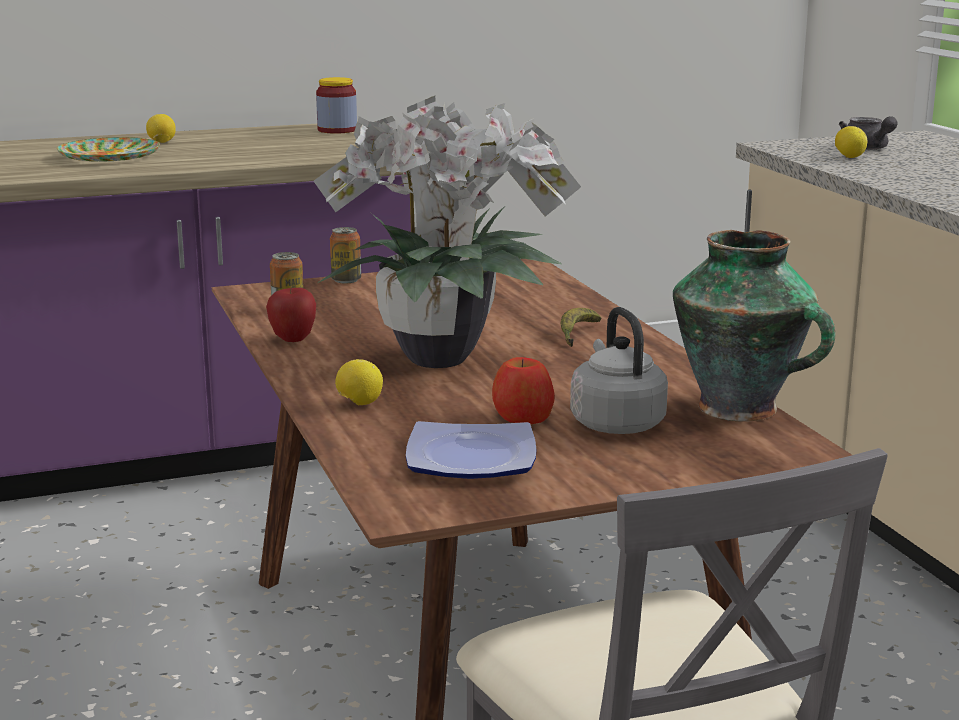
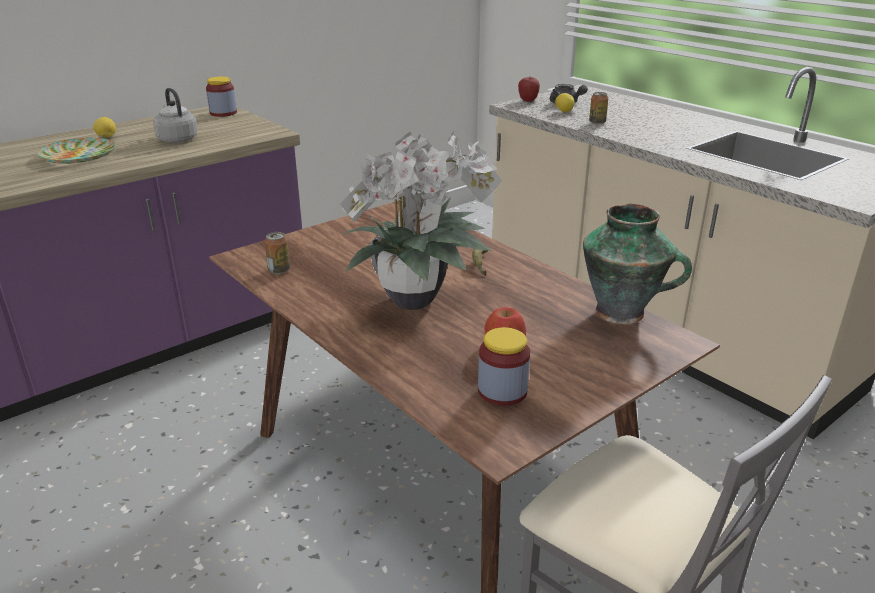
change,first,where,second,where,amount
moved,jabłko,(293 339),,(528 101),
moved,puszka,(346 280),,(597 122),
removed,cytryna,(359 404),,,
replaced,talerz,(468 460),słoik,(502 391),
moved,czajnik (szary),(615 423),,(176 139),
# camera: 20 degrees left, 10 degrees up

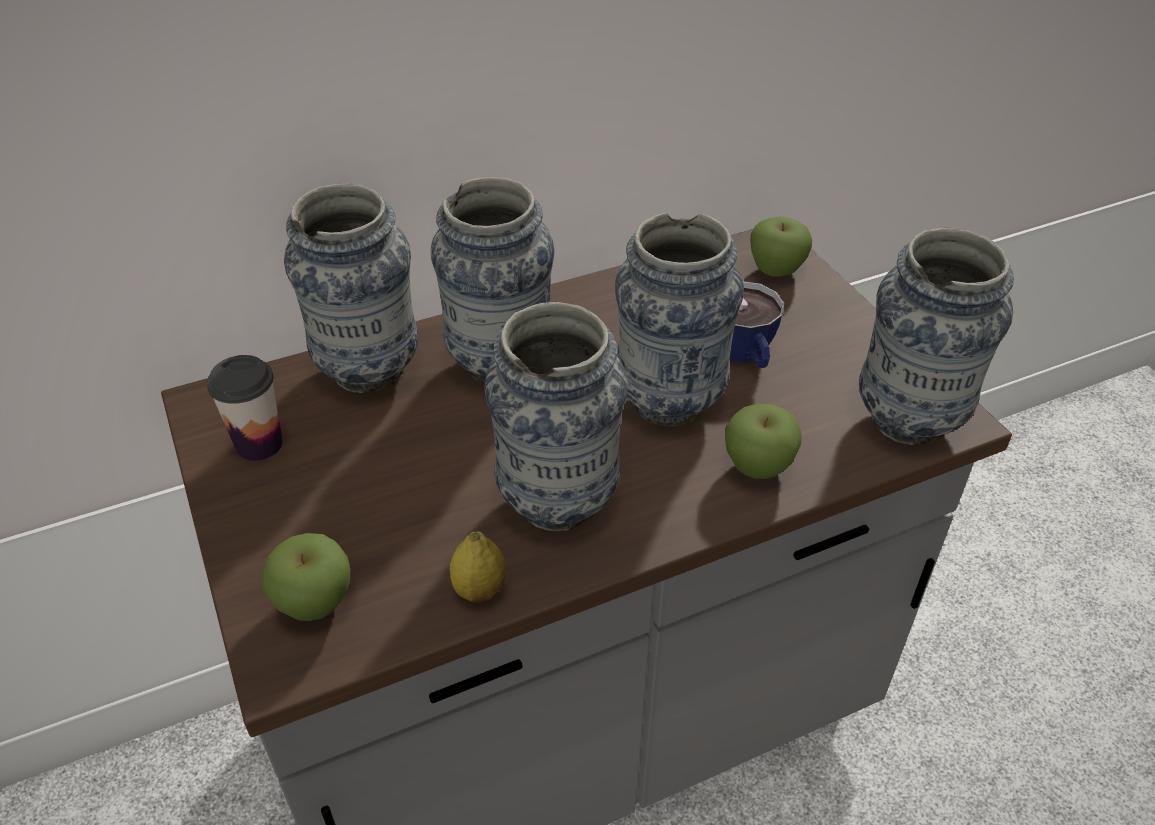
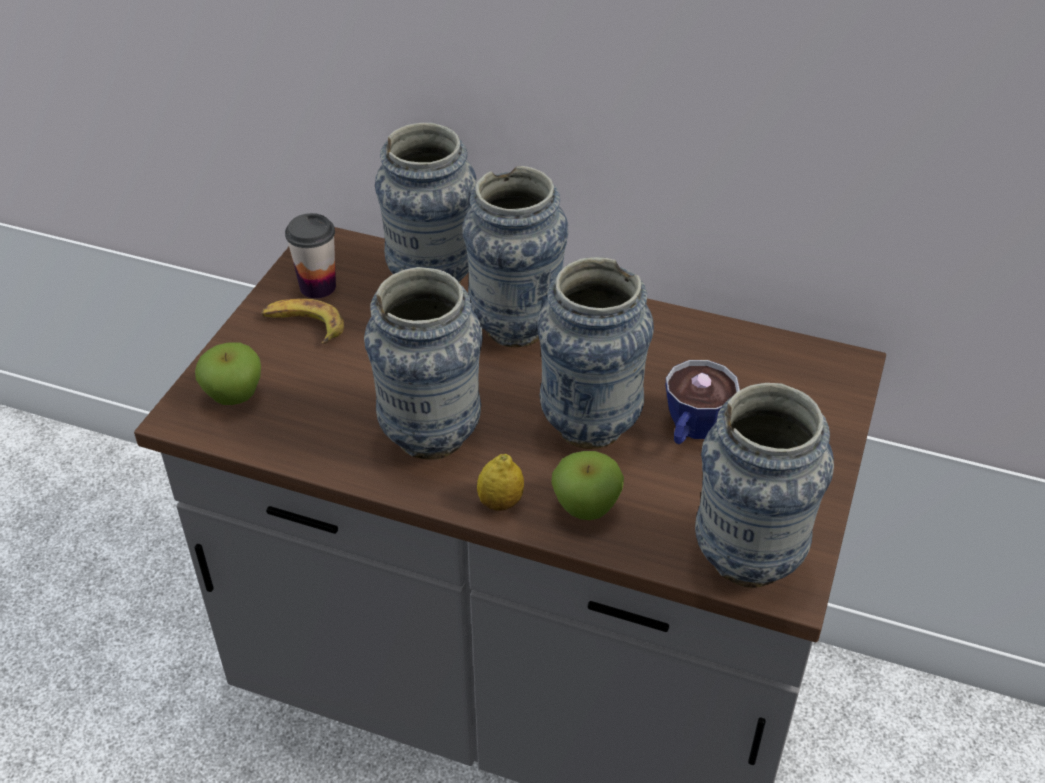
change,first,where,second,where,amount
moved,cytryna,(479 590),,(500 503),
removed,jabłko,(776 271),,,
added,,,banan,(303 326),
# camera: 45 degrees right, 0 degrees up

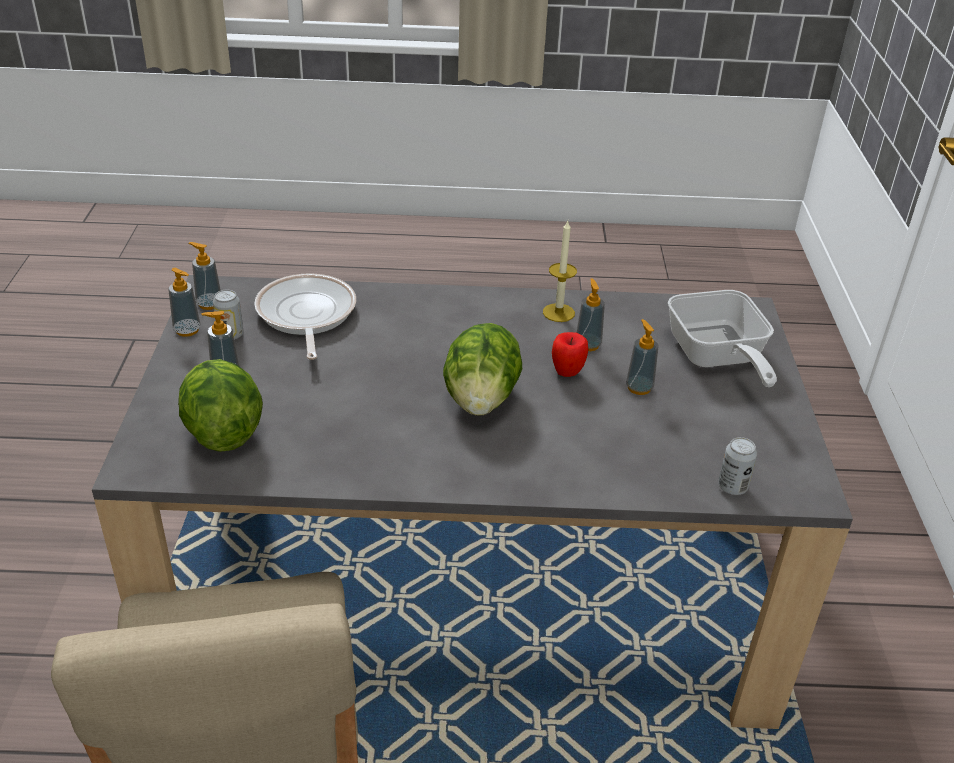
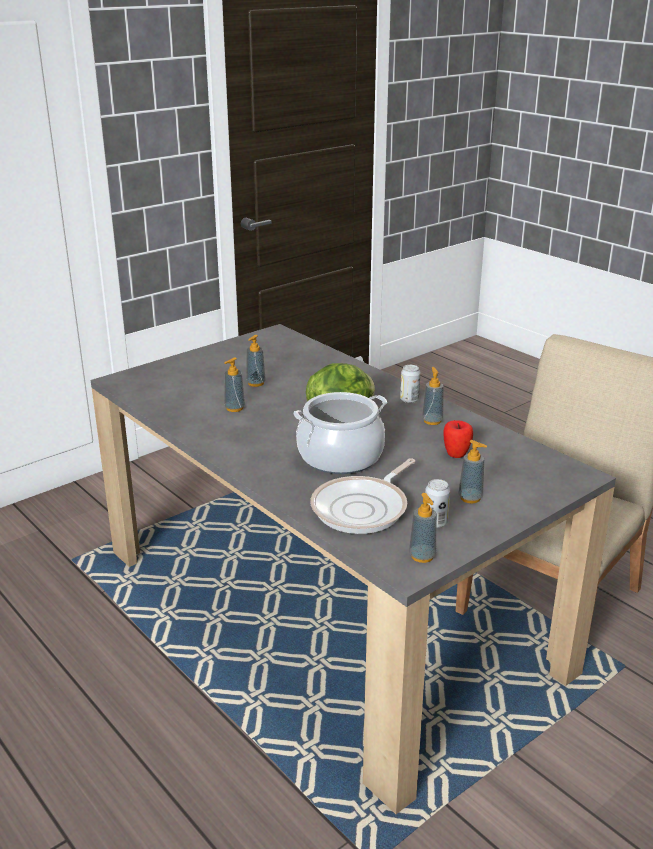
change,first,where,second,where,amount
moved,dozownik mydła,(187 330),,(432 421),
removed,sałata,(222 432),,,
removed,świeca,(558 312),,,
moved,jabłko,(567 373),,(456 454),
removed,patelnia,(717 358),,,
moved,puszka,(732 487),,(409 400),
added,,,garnek,(340 457),
# camera: 130 degrees left, 10 degrees down

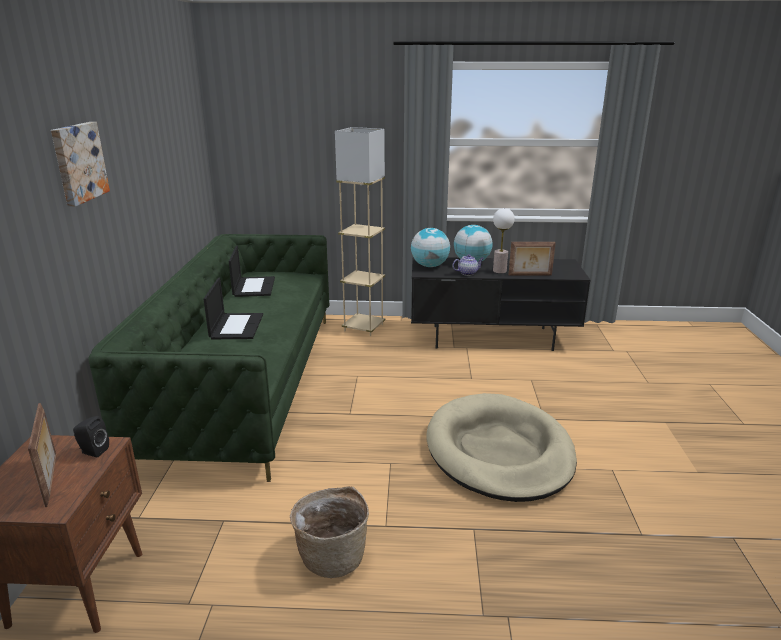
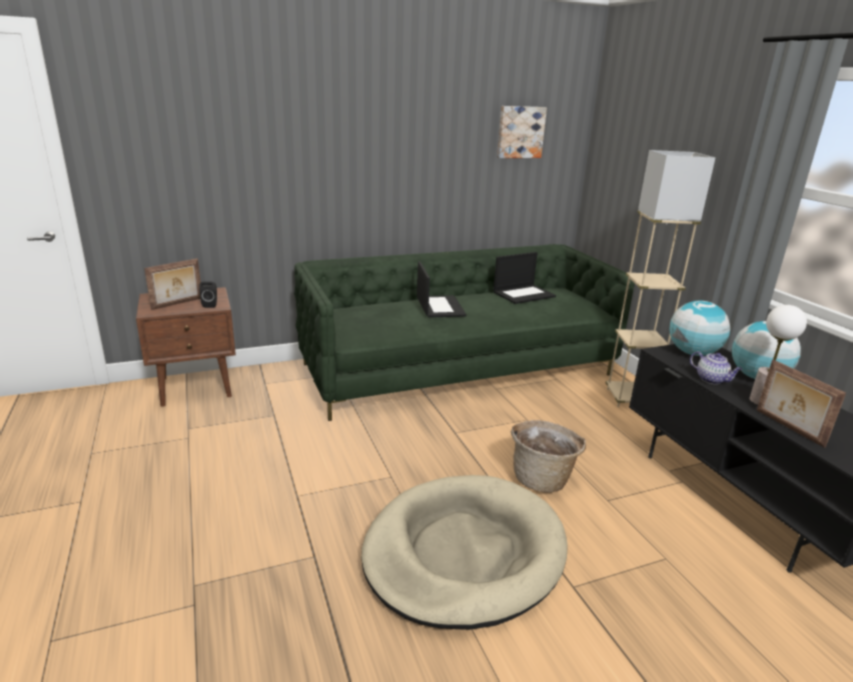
change,first,where,second,where,amount
moved,obraz,(78 162),,(520 132),
turned,laptop,(236 326),,(439 306),75 degrees counterclockwise
moved,koszyk,(332 555),,(542 478),
# camera: 65 degrees right, 0 degrees up

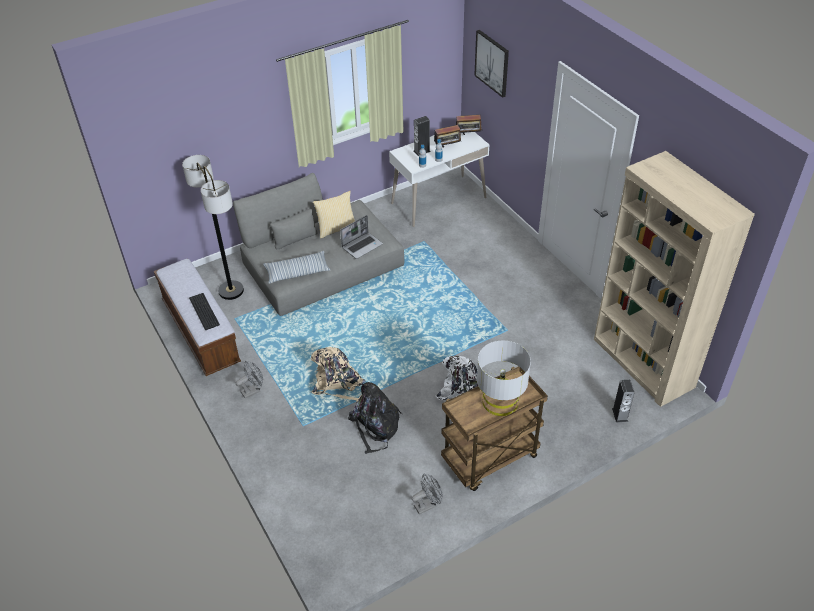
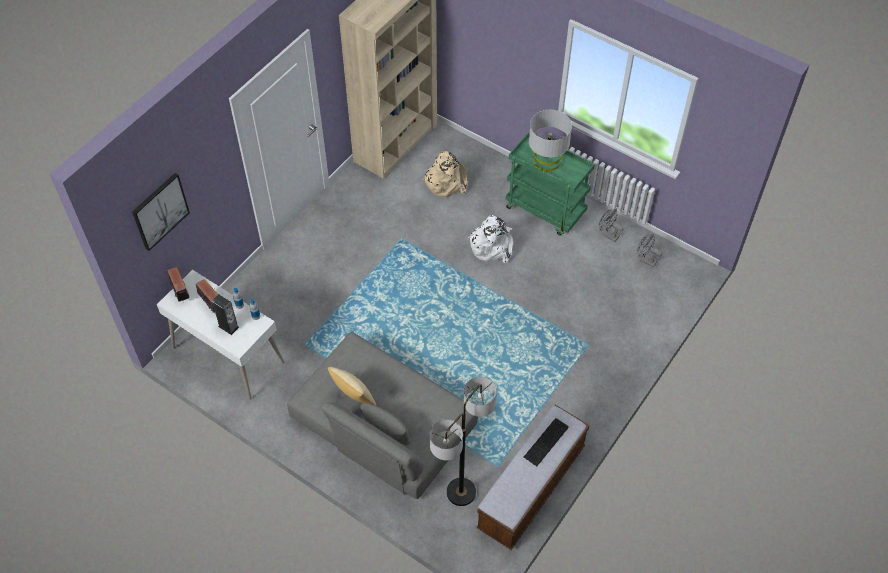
change,first,where,second,where,amount
moved,wentylator (szary),(253 390),,(645 260),
removed,poduszka,(297 272),,,
moved,plecak (beżowy),(338 384),,(445 181),
removed,laptop,(362 246),,,
removed,plecak (czarny),(375 427),,,
recoloured,wózek (brązowy),(490 459),wózek (zielony),(546 210),
removed,głośnik,(620 414),,,
# camera: 115 degrees left, 10 degrees up

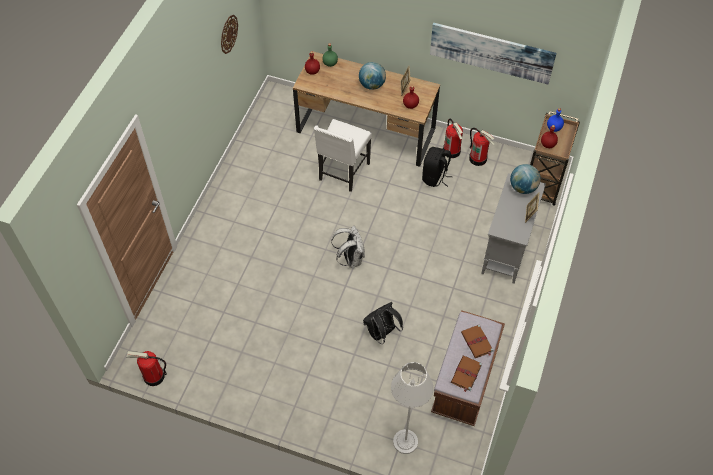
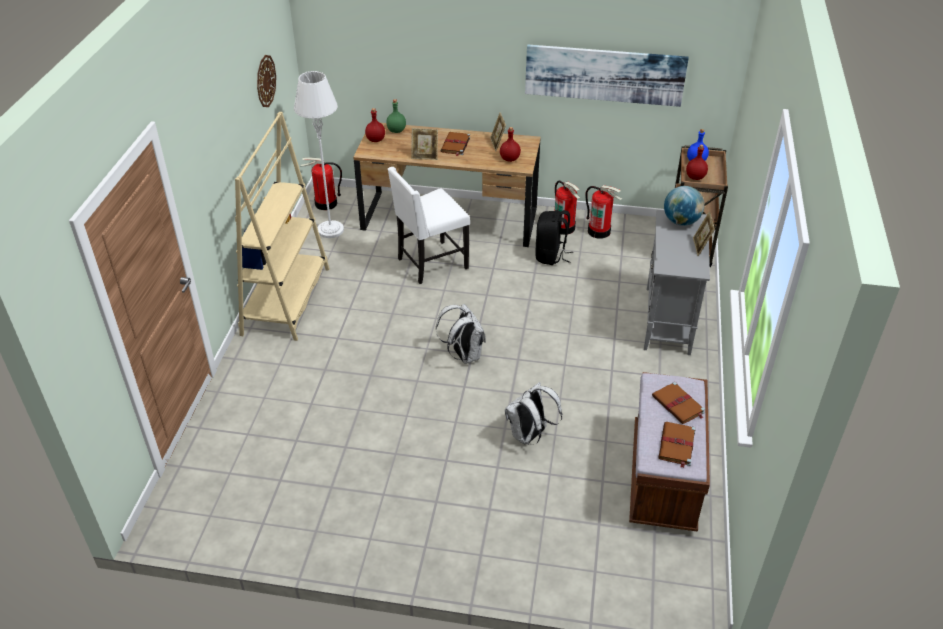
change,first,where,second,where,amount
moved,gaśnica,(153 377),,(325 204),
turned,krzesło (biały),(343 172),,(431 264),45 degrees clockwise
replaced,globus,(372 85),książka (brązowy),(455 145),
recoloured,plecak (czarny),(381 333),plecak (biały),(529 436),
moved,lampa stojąca (biały),(405 442),,(330 230),
added,,,regał (beżowy),(286 301),
added,,,ramka na zdjęcie,(425 156),
# camera: 10 degrees left, 15 degrees down

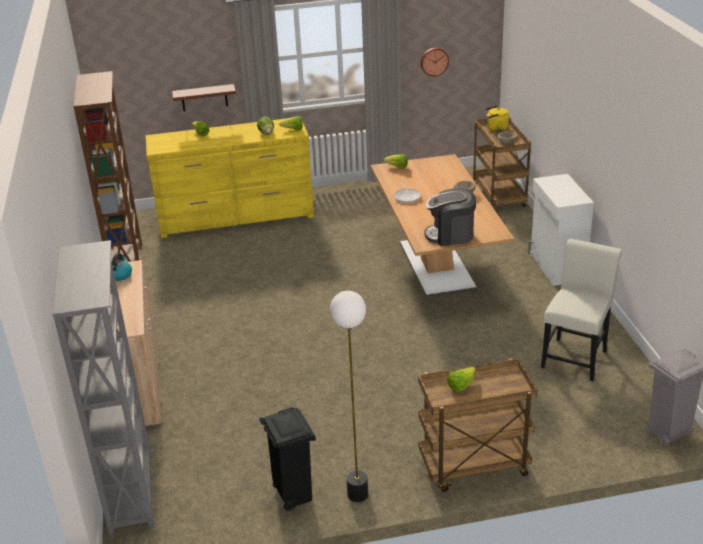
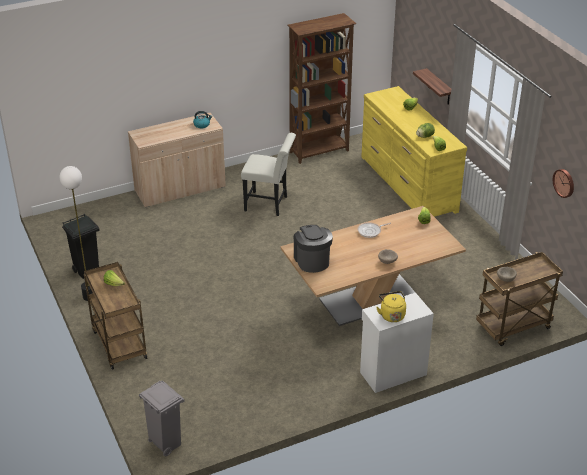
change,first,where,second,where,amount
removed,regał (szary),(132 493),,,
moved,czajnik (żółty),(495 129),,(391 315),
moved,krzesło (biały),(575 356),,(269 204),
# camera: 75 degrees right, 5 degrees up

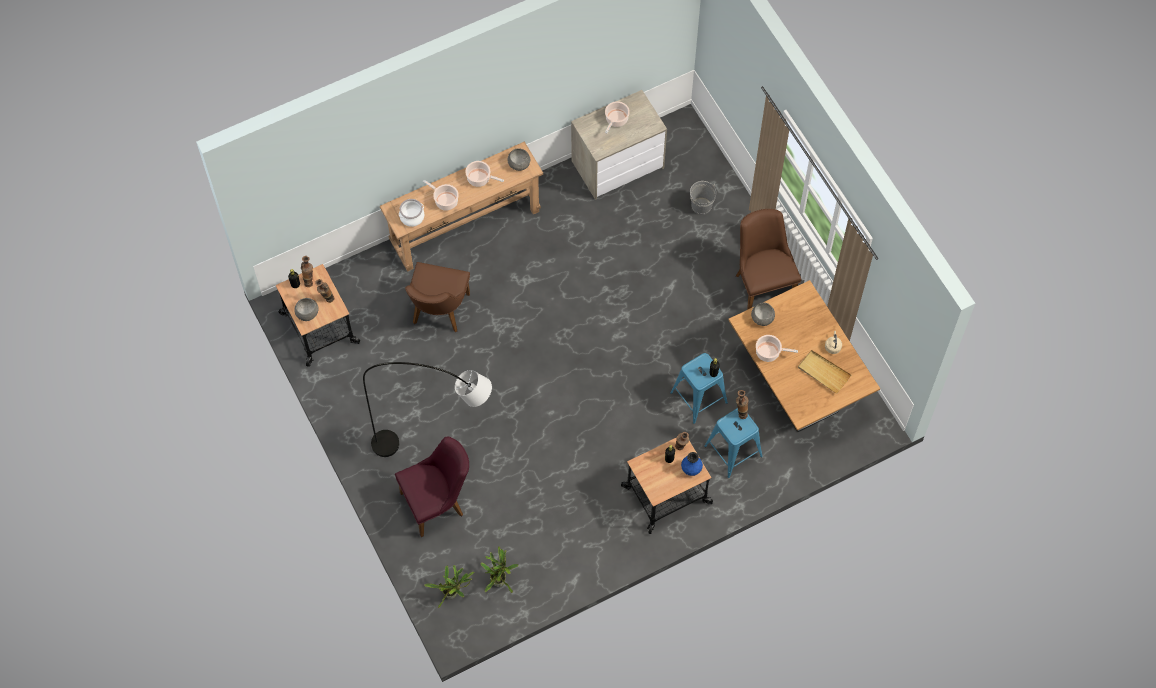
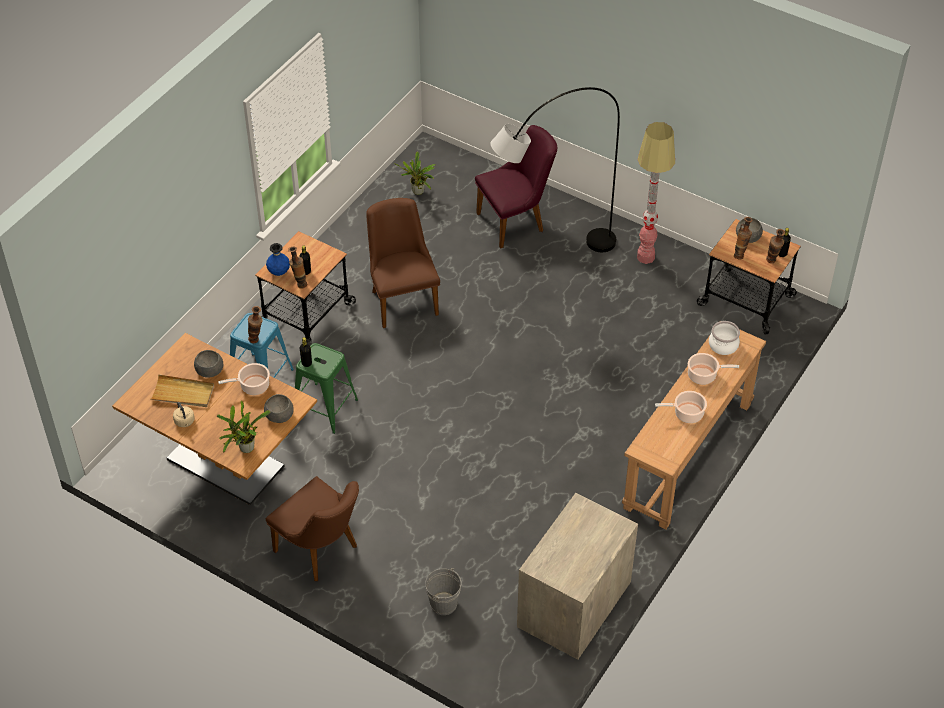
change,first,where,second,where,amount
turned,krzesło (fioletowy),(438 502),,(516 221),150 degrees counterclockwise
moved,krzesło (brązowy),(438 313),,(402 298),
moved,roślina doniczkowa,(452 594),,(245 449),
moved,miska (szary),(519 164),,(209 370),
removed,garnek,(616 120),,,
recoloured,stołek (niebieski),(699 397),stołek (zielony),(324 408),
added,,,lampa stojąca,(645 257),
# camera: 150 degrees right, 15 degrees down

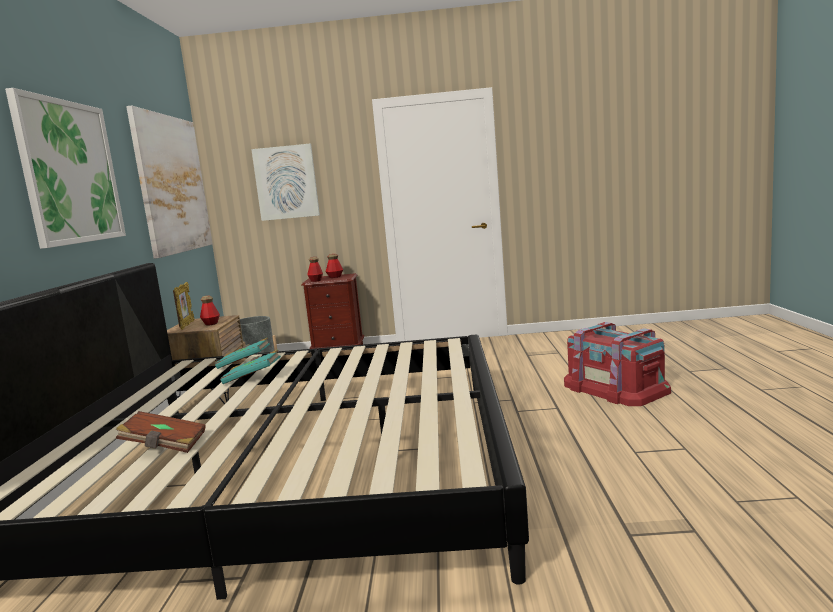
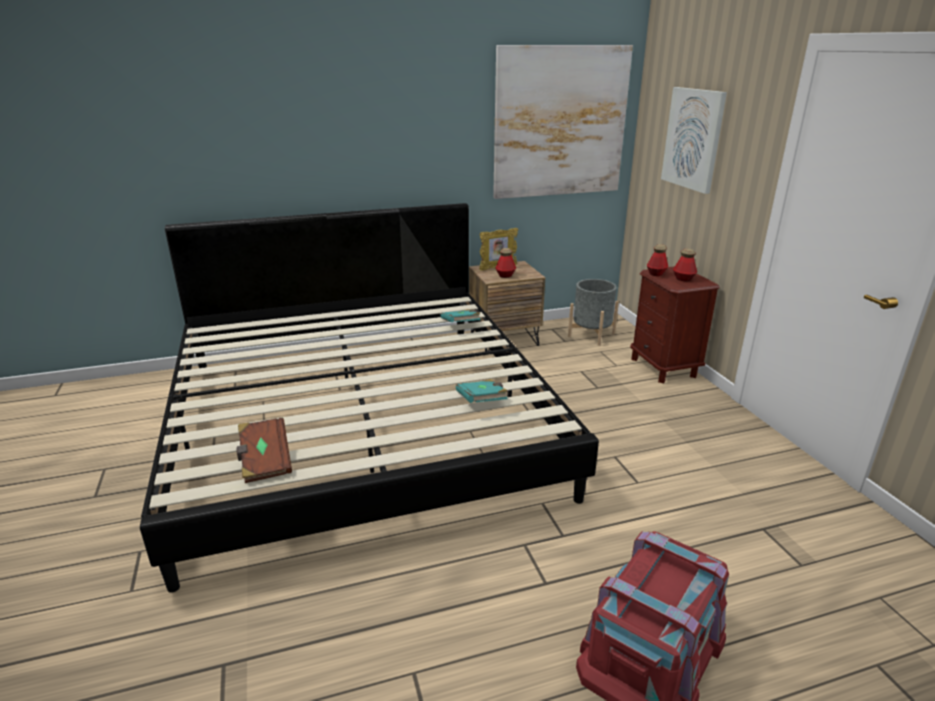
change,first,where,second,where,amount
removed,obraz,(70 172),,,
moved,książka (brązowy),(164 446),,(264 461),
moved,książka (turkusowy),(253 378),,(482 402),
# camera: 70 degrees right, 15 degrees up

